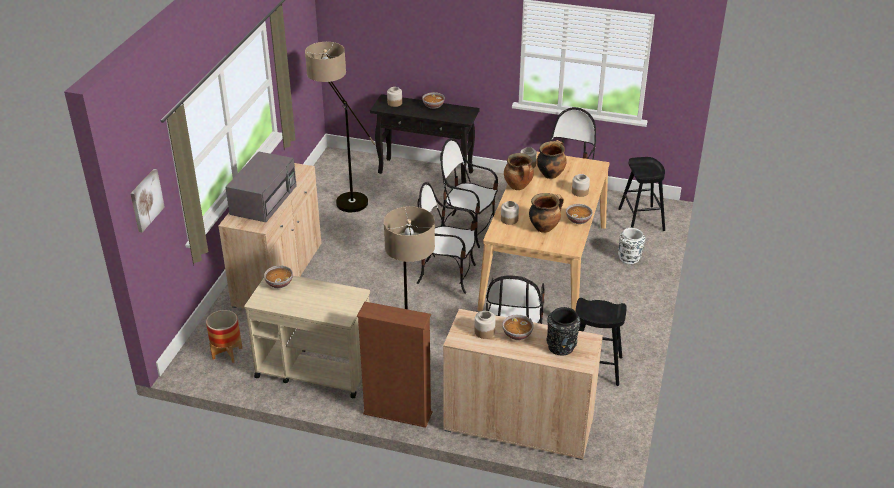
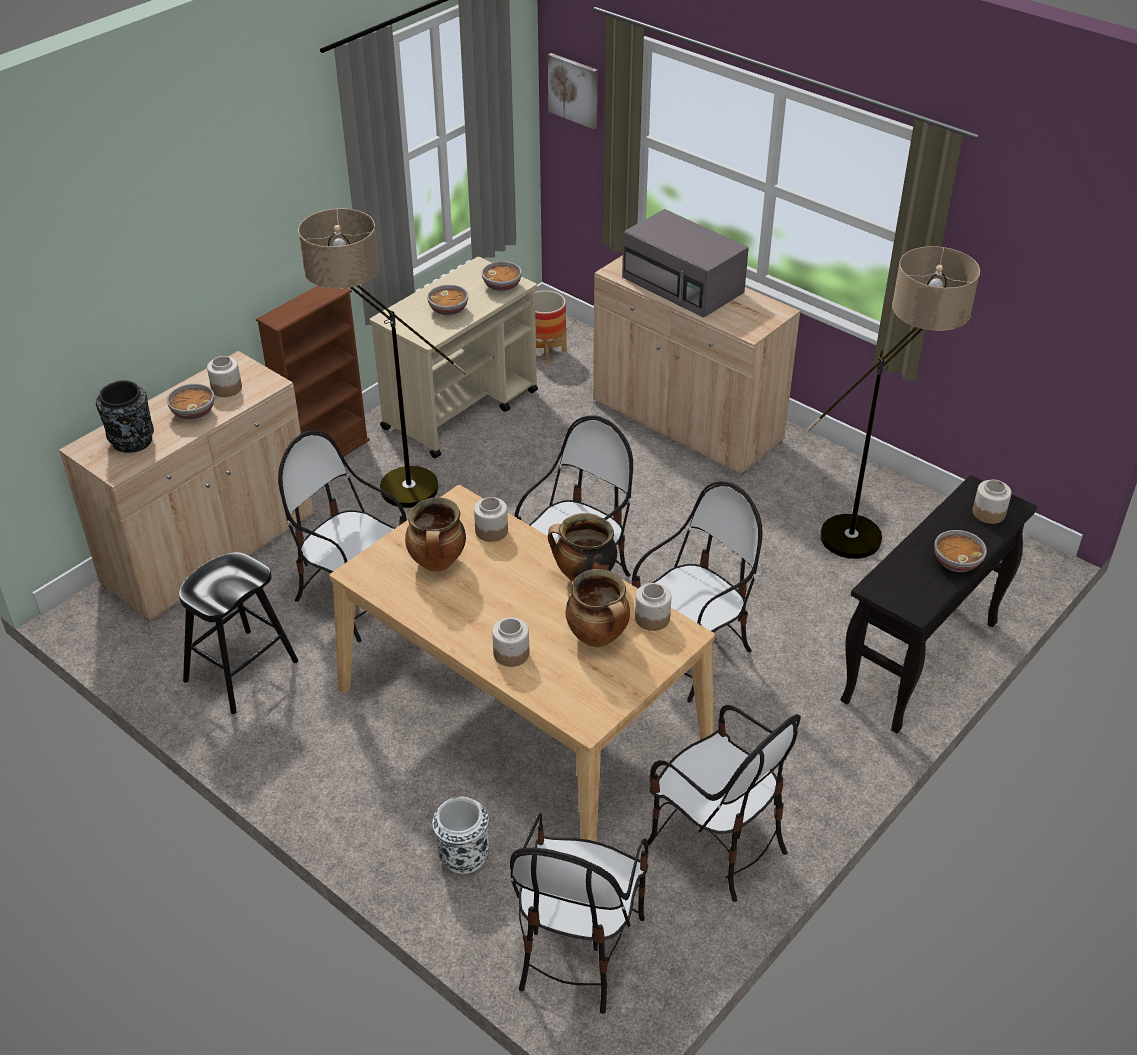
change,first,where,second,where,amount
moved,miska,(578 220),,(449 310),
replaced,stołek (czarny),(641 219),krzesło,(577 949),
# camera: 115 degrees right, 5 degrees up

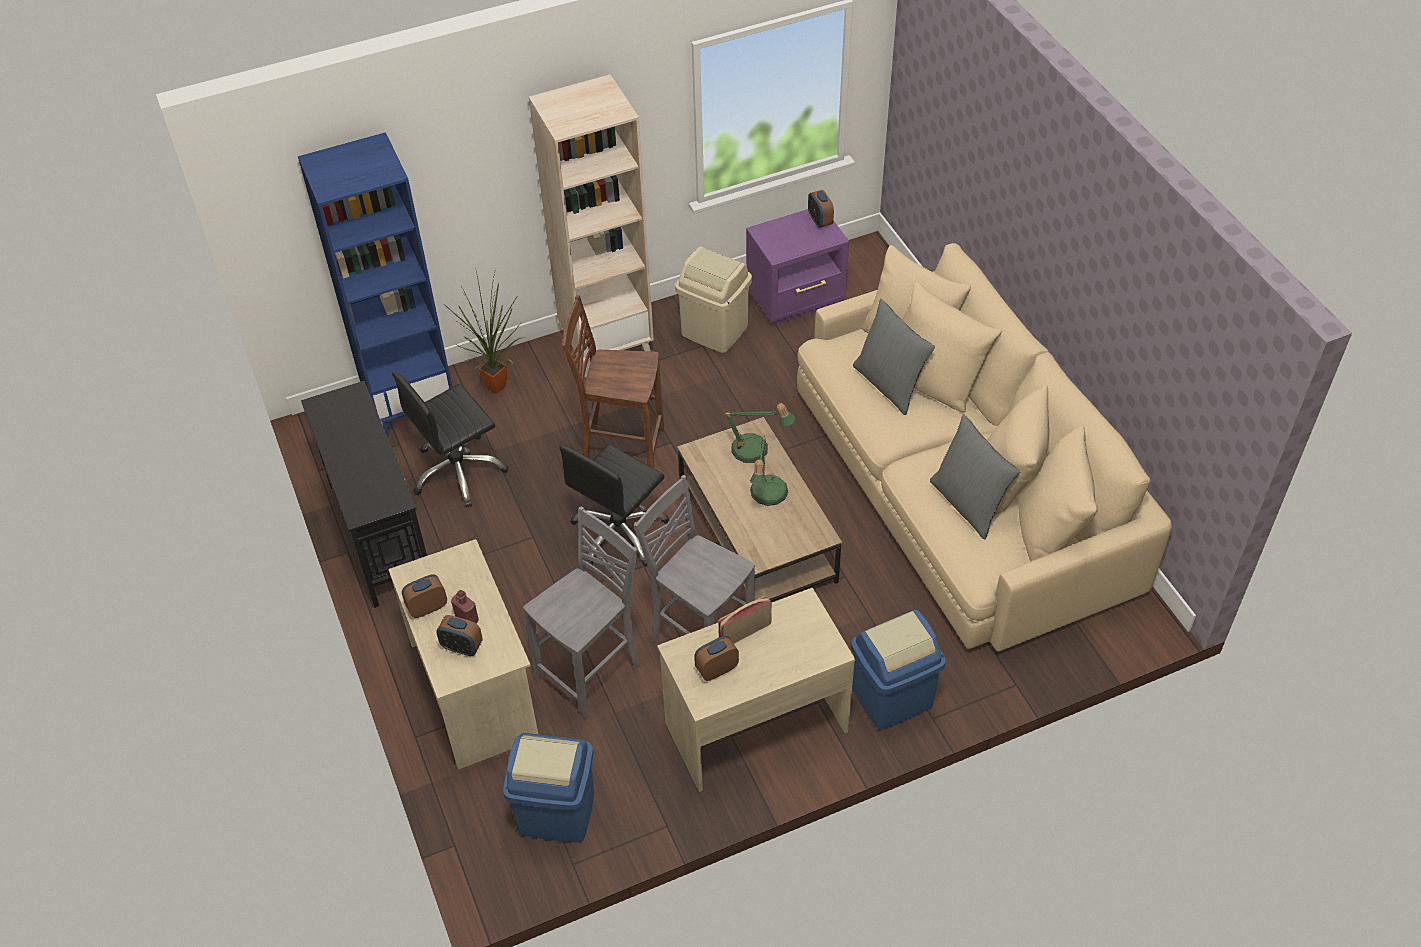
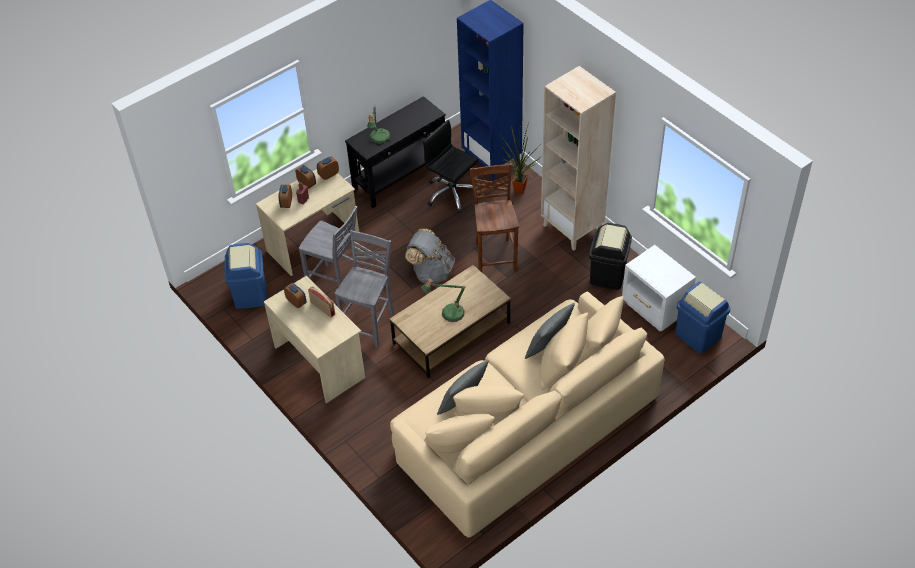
change,first,where,second,where,amount
replaced,krzesło biurowe (czarny),(619 533),plecak (szary),(431 272),
recoloured,kosz na śmieci (beżowy),(715 330),kosz na śmieci (czarny),(608 275),
moved,lampa stołowa,(755 451),,(379 139),
recoloured,szafka nocna (fioletowy),(797 299),szafka nocna (biały),(655 309),
moved,budzik,(820 221),,(328 175),
moved,kosz na śmieci (niebieski),(891 697),,(698 335),
# camera: 75 degrees right, 0 degrees up

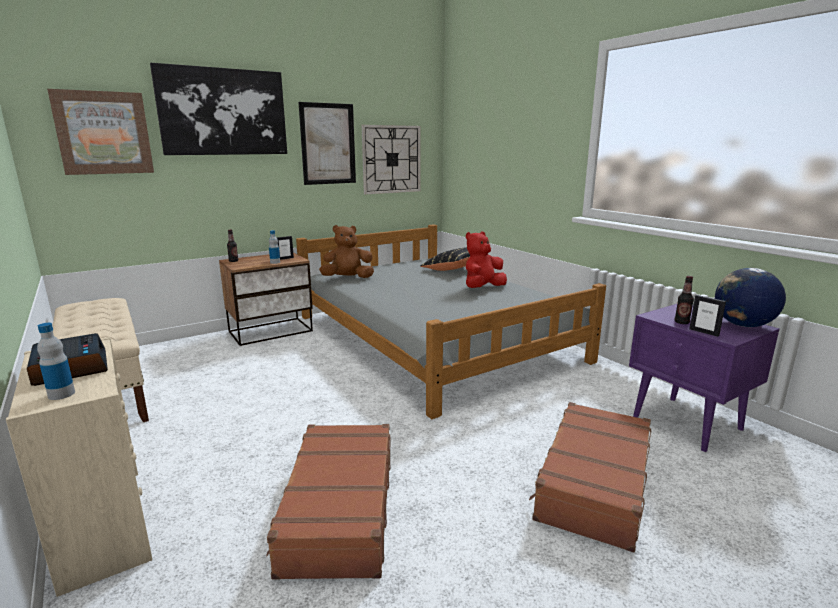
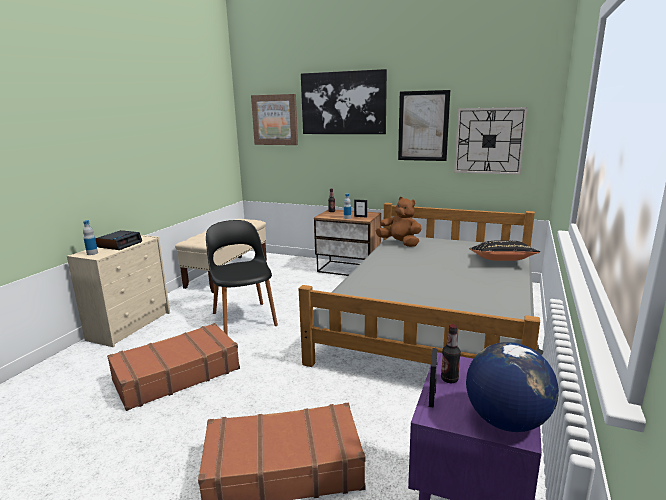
change,first,where,second,where,amount
removed,pluszak (czerwony),(482 288),,,
added,,,krzesło (czarny),(244 318),
# camera: 55 degrees right, 0 degrees up

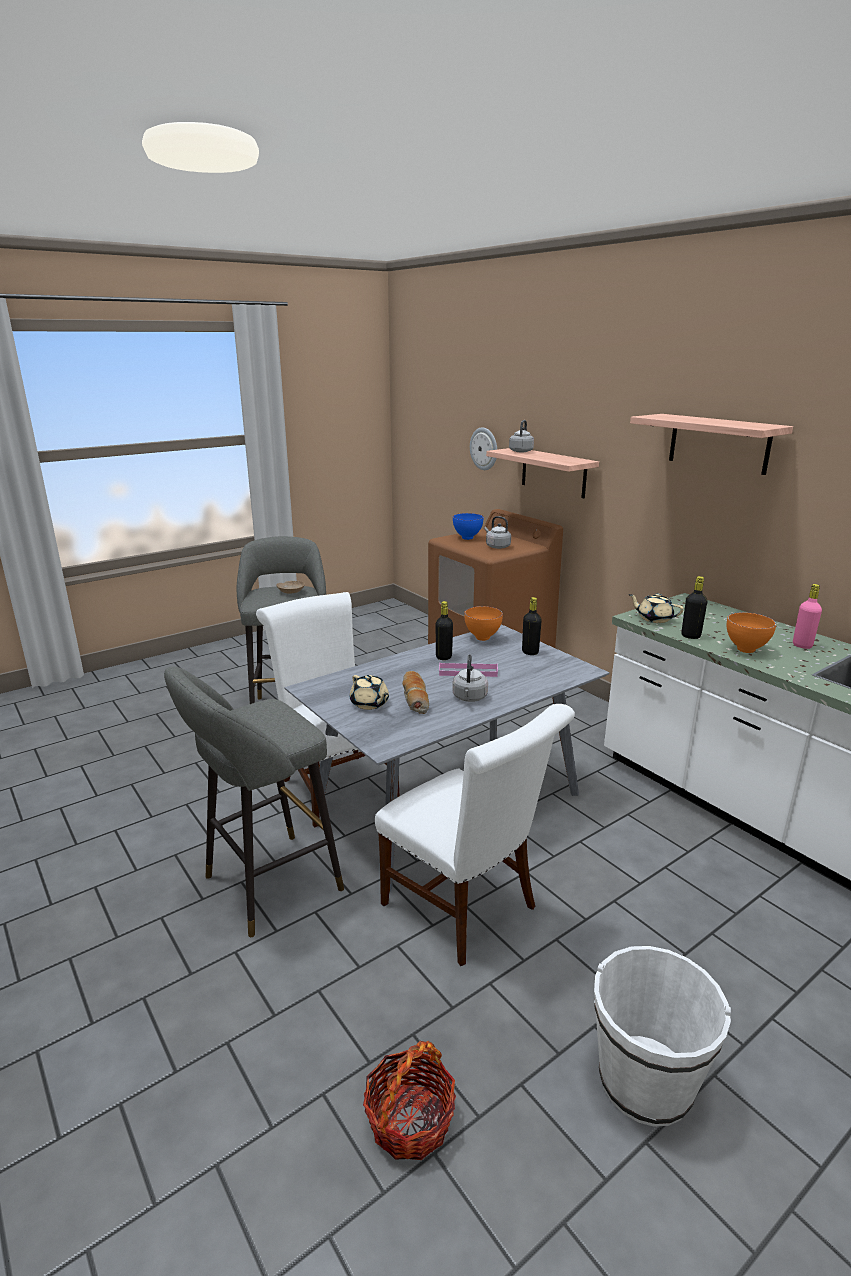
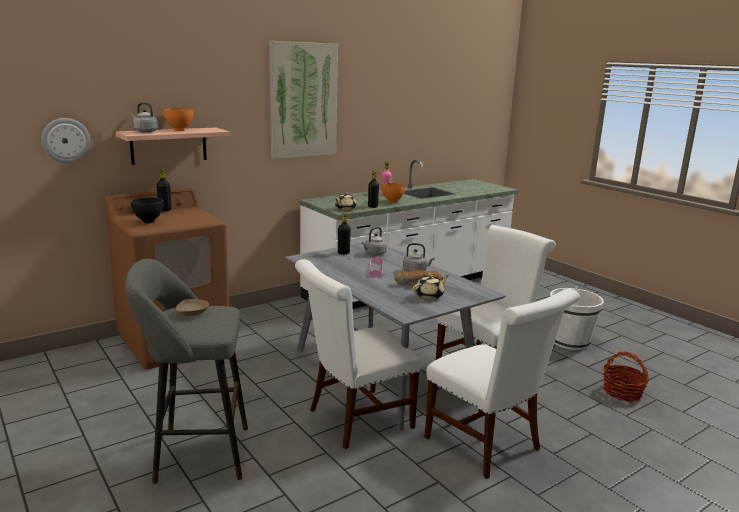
change,first,where,second,where,amount
replaced,stołek (szary),(266 886),krzesło (biały),(488 446),
moved,butelka (czarny),(443 657),,(165 210),
recoloured,miska (niebieski),(466 538),miska (czarny),(148 222),
moved,miska (pomarańczowy),(482 638),,(180 130),
moved,czajnik (szary),(497 546),,(374 254),
replaced,półka,(718 443),obraz,(303 100),
# camera: 90 degrees left, 5 degrees down

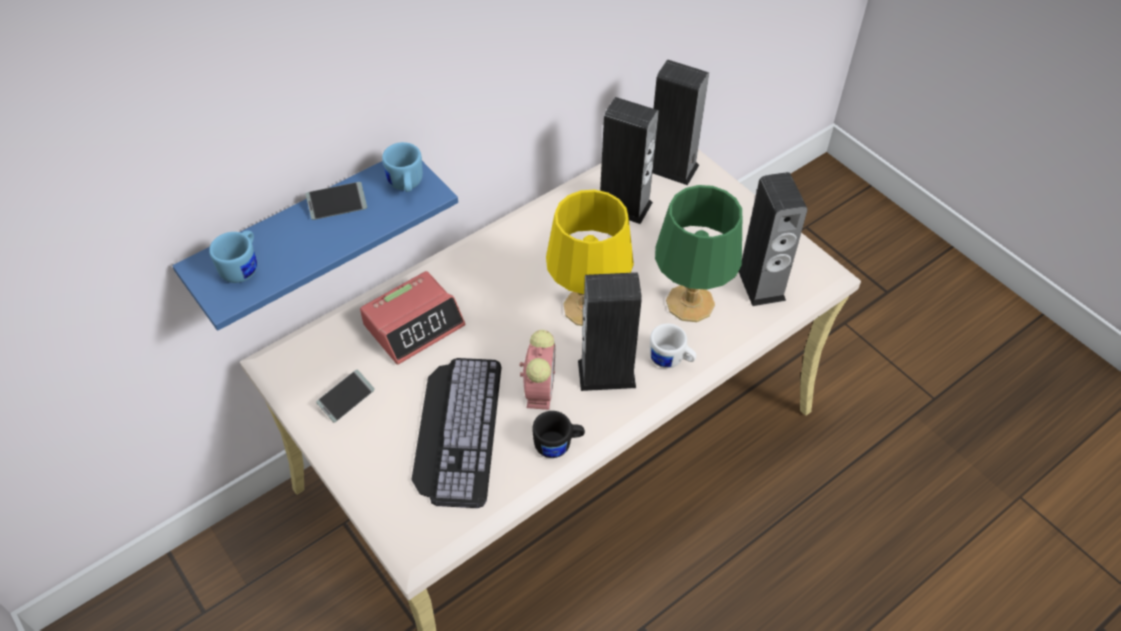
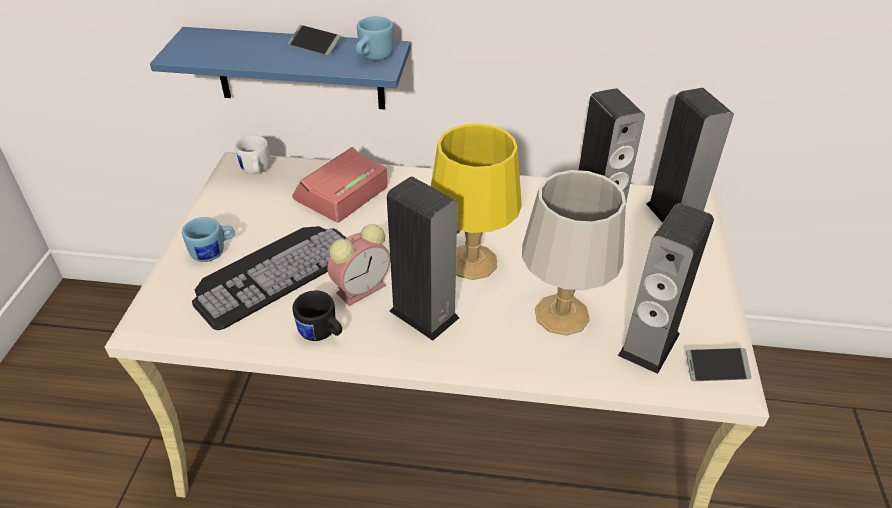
change,first,where,second,where,amount
moved,kubek (niebieski),(243 266),,(214 252),
moved,telefon,(346 399),,(716 369),
turned,budzik,(414 324),,(341 194),120 degrees clockwise
moved,kubek (biały),(671 360),,(256 171),
recoloured,lampa stołowa (zielony),(691 303),lampa stołowa (szary),(562 315),
# camera: 45 degrees right, 10 degrees down

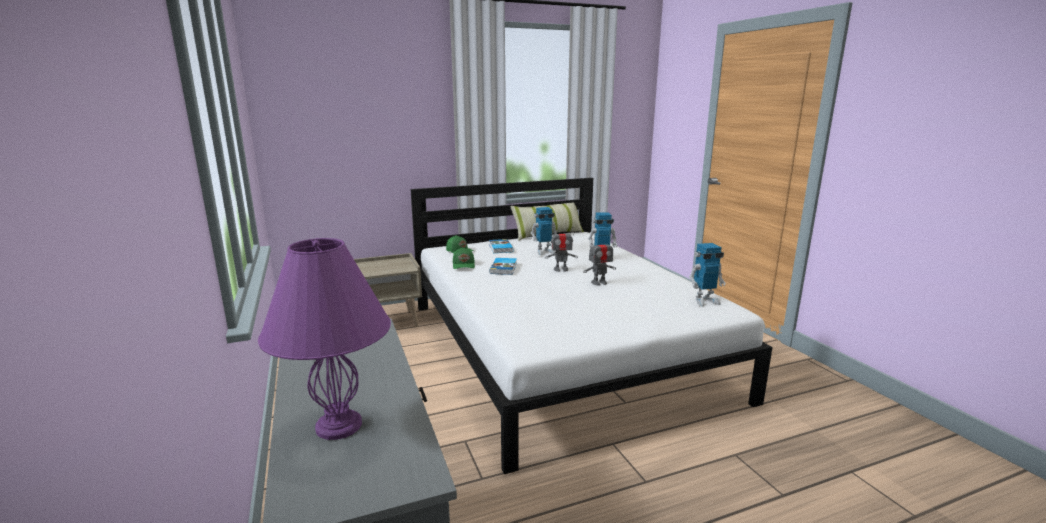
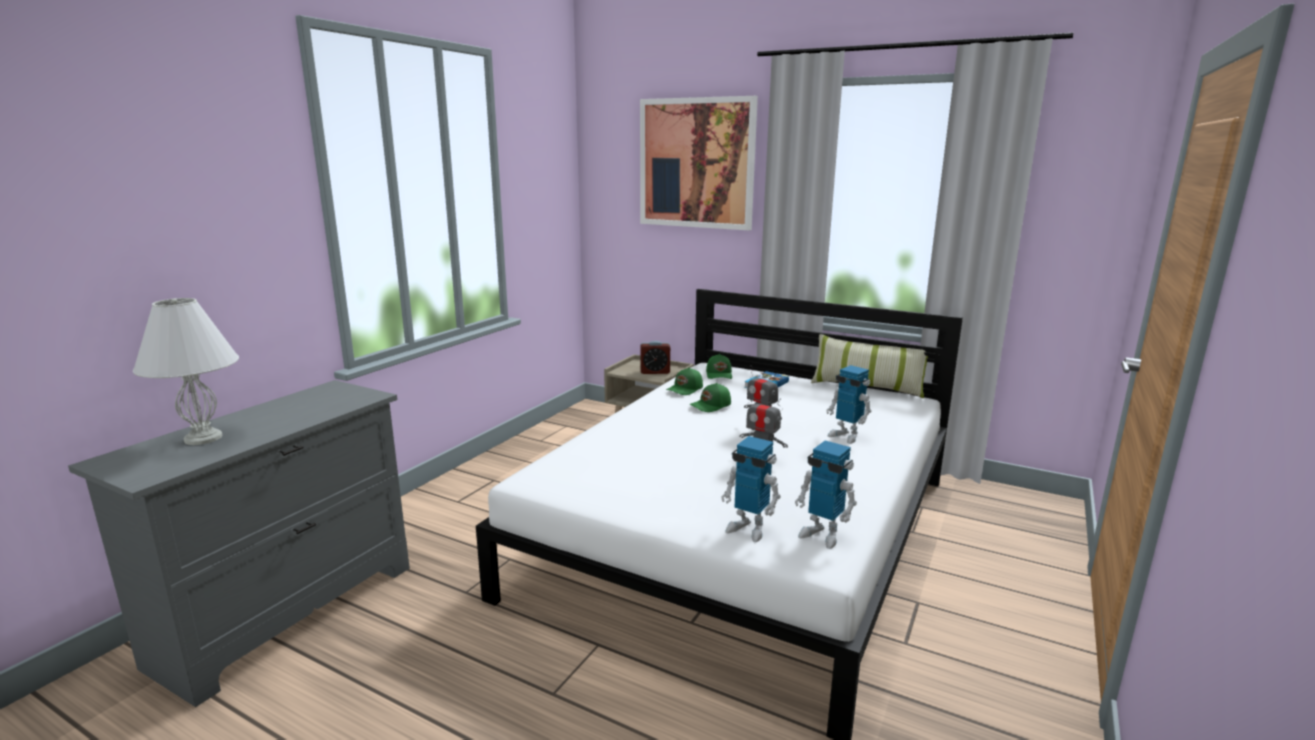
change,first,where,second,where,amount
recoloured,lampa stołowa (fioletowy),(340 426),lampa stołowa (biały),(203 438),
replaced,książka,(504 268),czapka z daszkiem (zielony),(711 406),
moved,robot zabawkowy,(544 251),,(748 529),
added,,,obraz,(696 163),
added,,,budzik,(655 372),
# camera: 50 degrees right, 0 degrees up

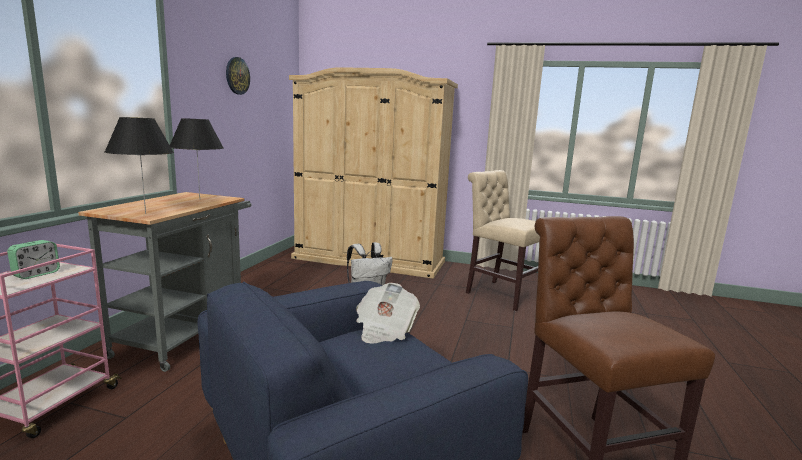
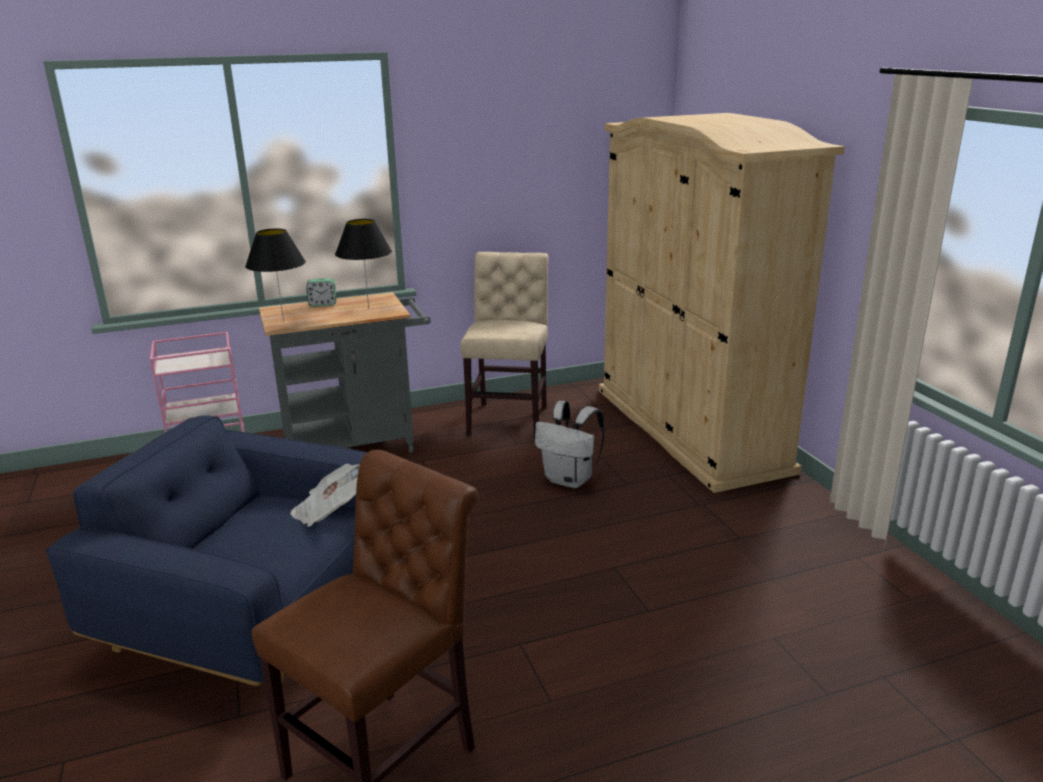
change,first,where,second,where,amount
moved,budzik,(36 274),,(323 304),
removed,zegar ścienny,(237 76),,,
moved,krzesło (beżowy),(500 294),,(509 419),
# camera: 55 degrees right, 10 degrees up

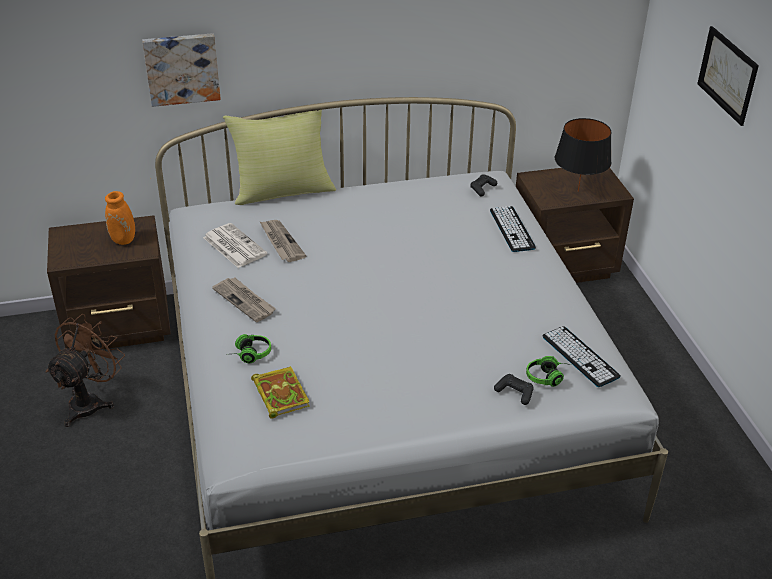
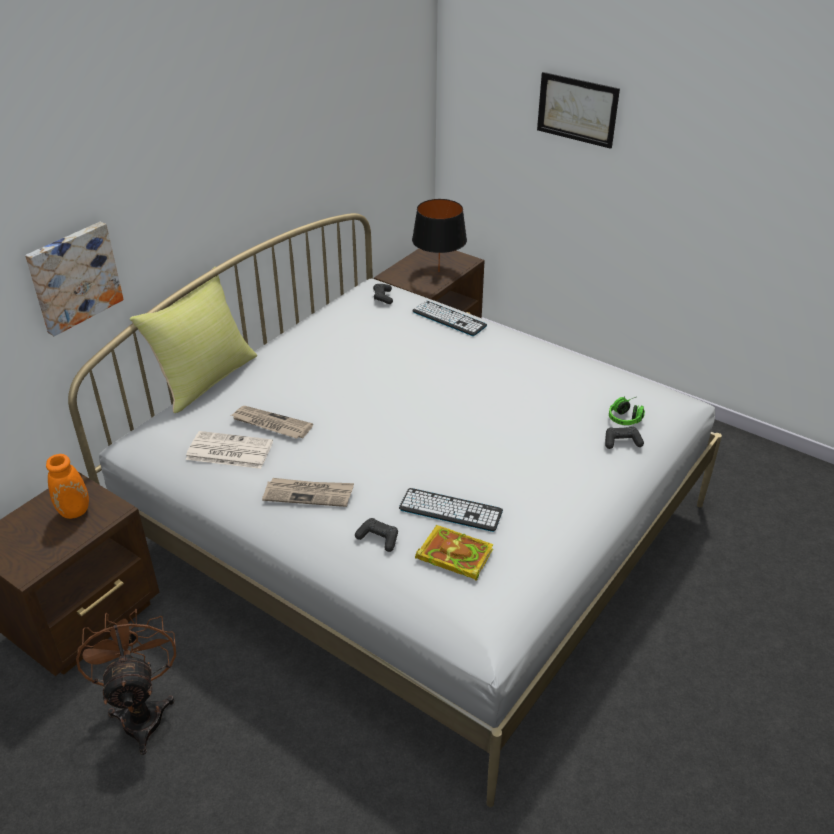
change,first,where,second,where,amount
replaced,słuchawki,(248 354),pad do gier (czarny),(378 539),
moved,klawiatura,(580 356),,(450 510),
# camera: 40 degrees left, 0 degrees up

